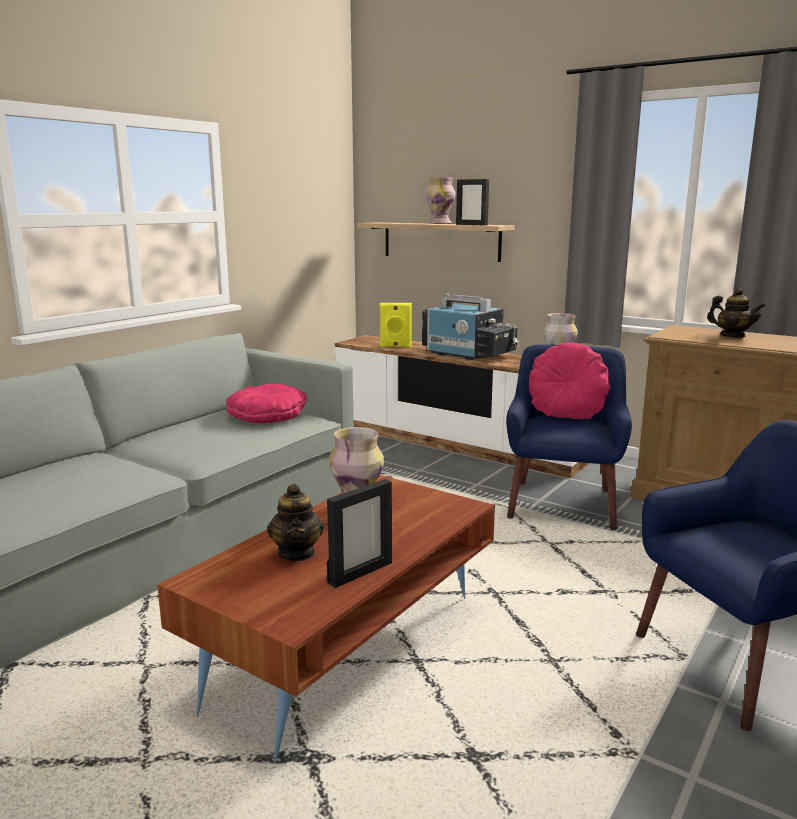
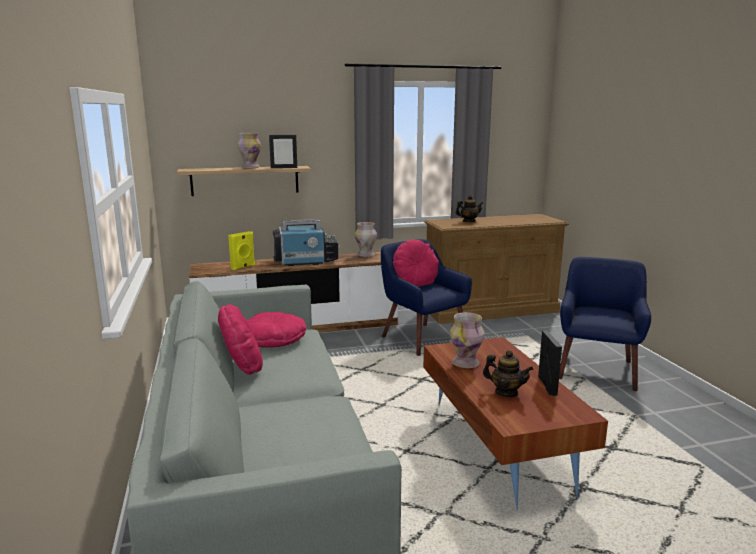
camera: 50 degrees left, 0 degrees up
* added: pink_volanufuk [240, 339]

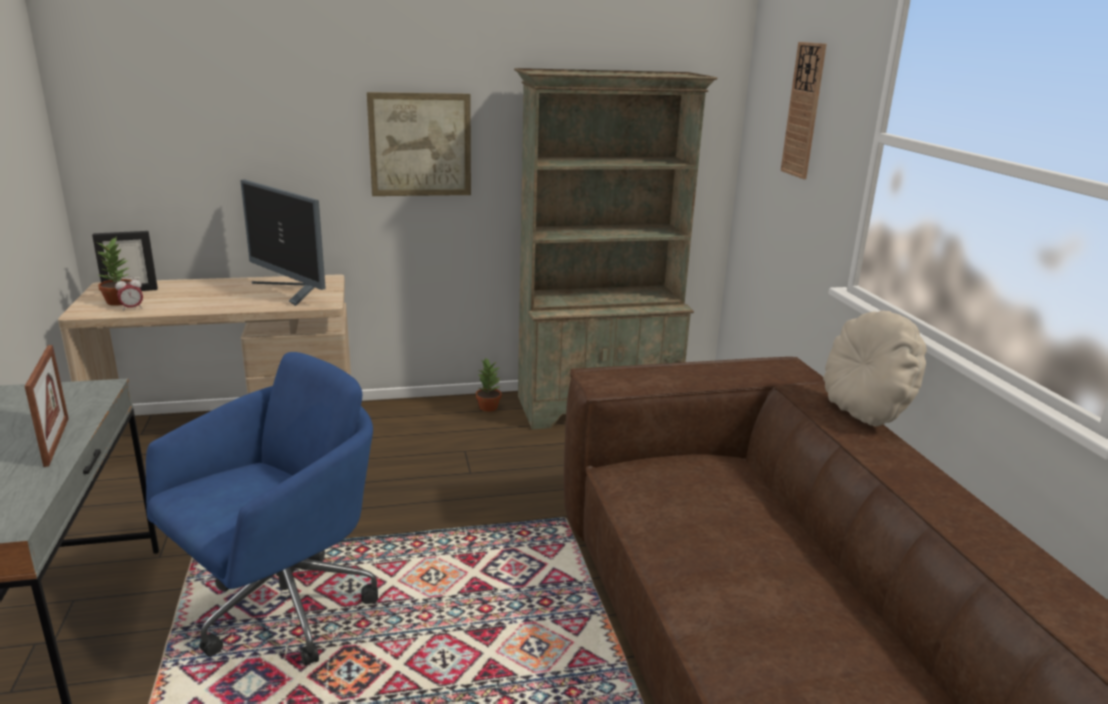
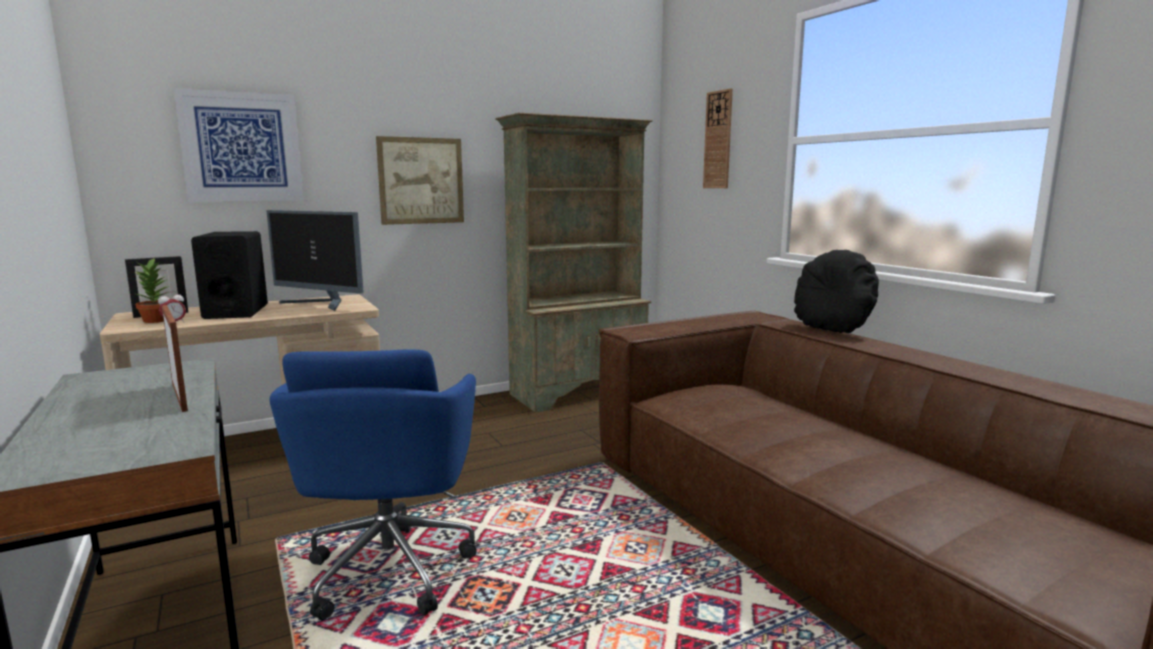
camera: 15 degrees left, 10 degrees down
* turned: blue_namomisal [262, 509] = [373, 485] 150 degrees clockwise
* removed: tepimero [489, 385]
* recoloured: beige_volanufuk [875, 369] to black_volanufuk [836, 291]
* added: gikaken [239, 145]
* added: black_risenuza [229, 275]

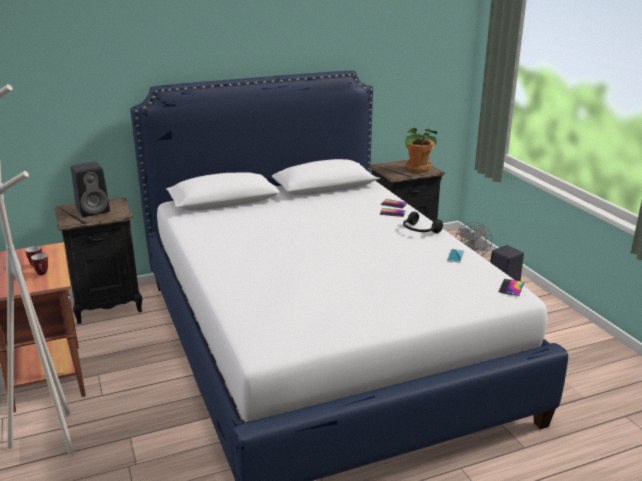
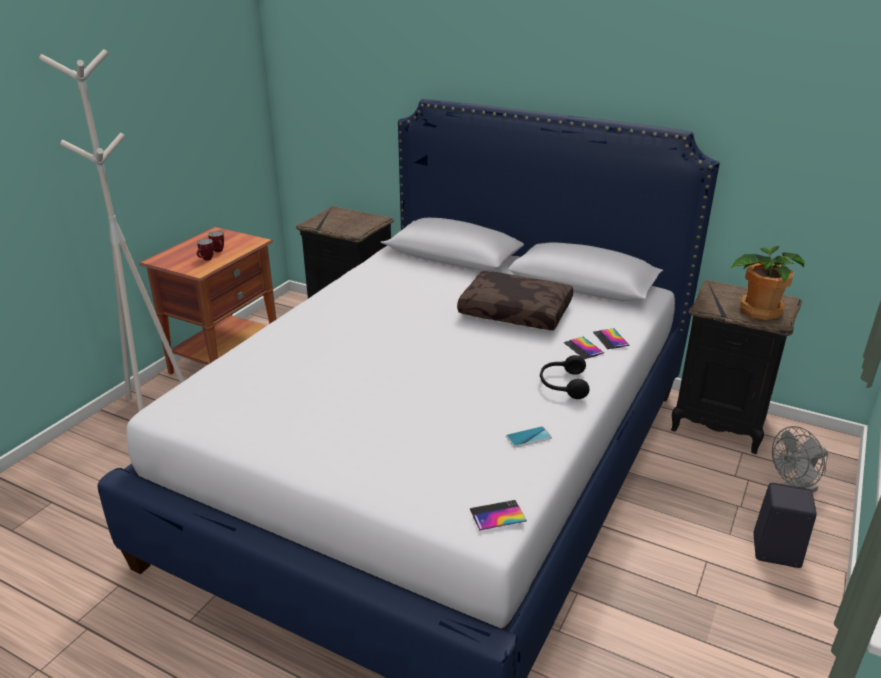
camera: 50 degrees right, 5 degrees up
* removed: black_risenuza [90, 189]
* added: brown_volanufuk [515, 300]

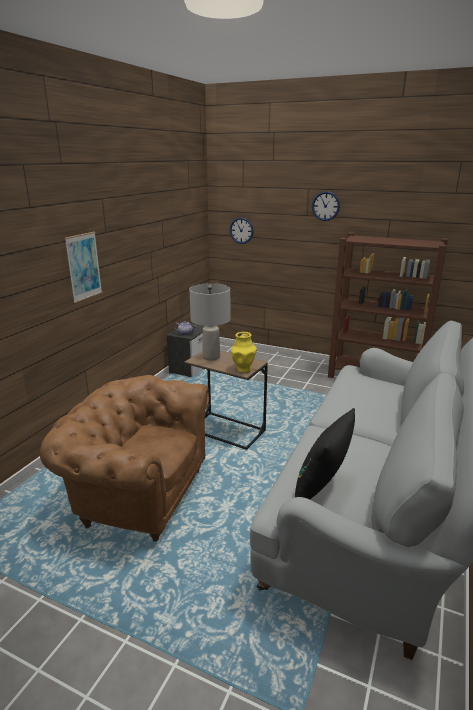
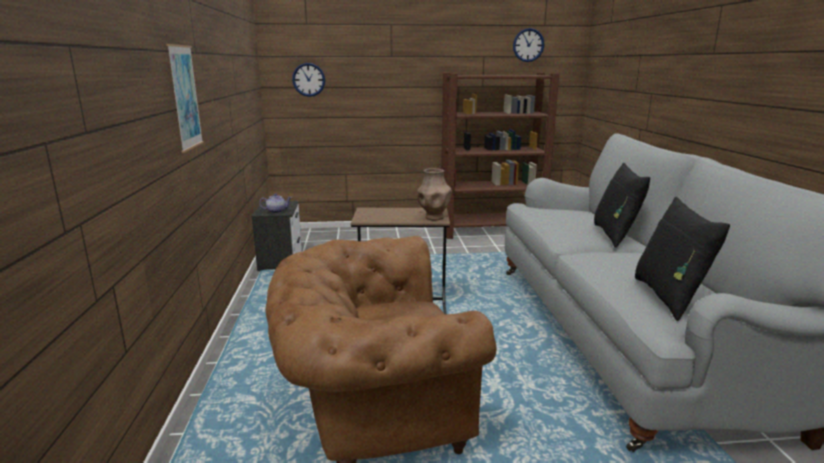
camera: 30 degrees left, 5 degrees down
* removed: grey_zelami [209, 322]
* recoloured: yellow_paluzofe [244, 352] to brown_paluzofe [434, 194]
* moved: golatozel [326, 206] to [528, 45]
* added: black_volanufuk [622, 205]

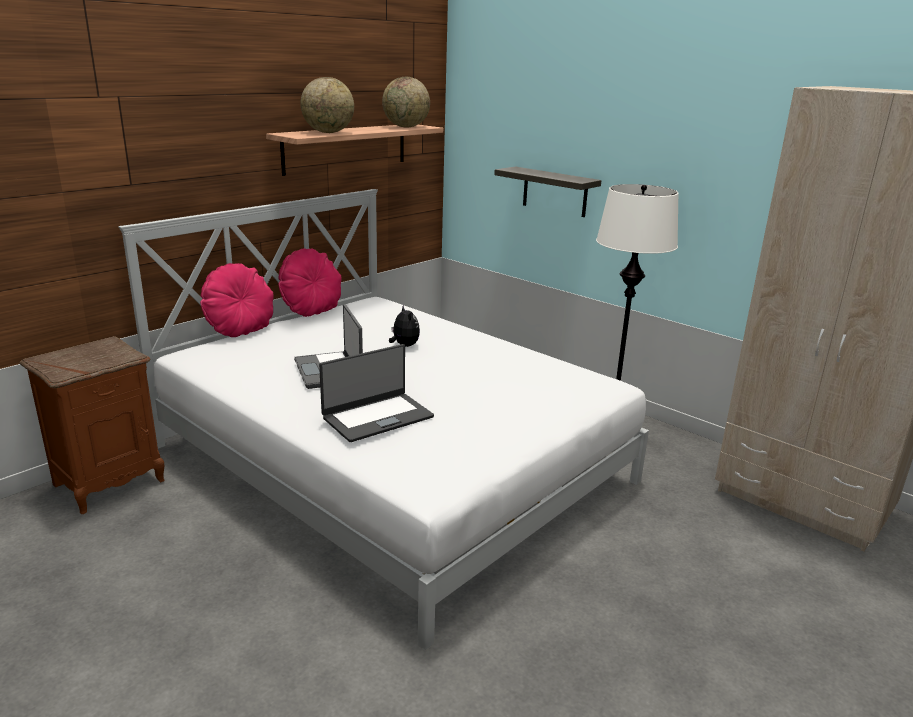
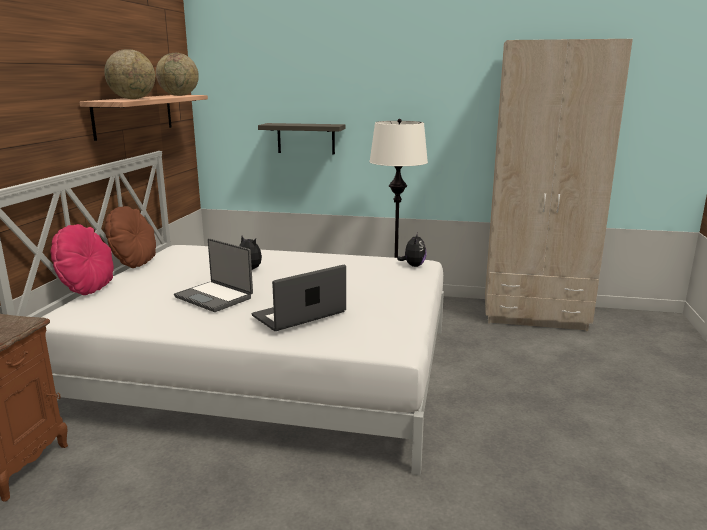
camera: 30 degrees left, 5 degrees down
* recoloured: pink_volanufuk [309, 282] to brown_volanufuk [130, 237]
* turned: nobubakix [376, 393] = [299, 298] 150 degrees counterclockwise
* added: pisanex [412, 250]

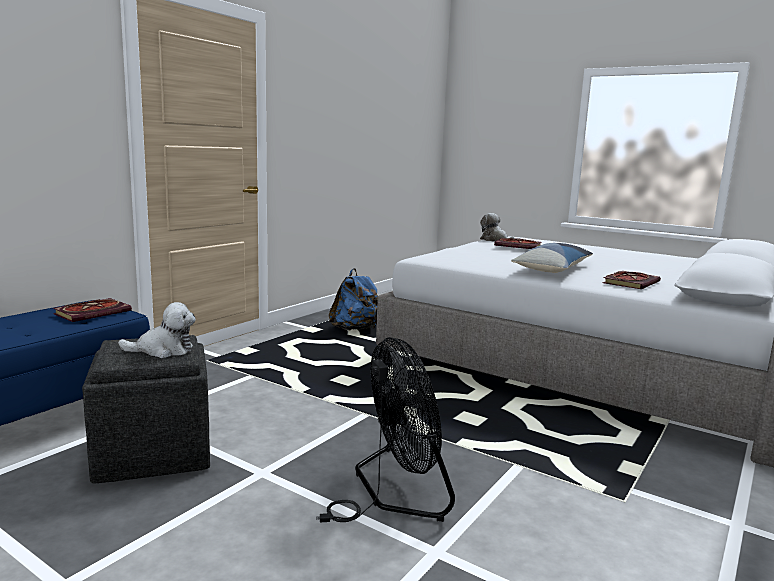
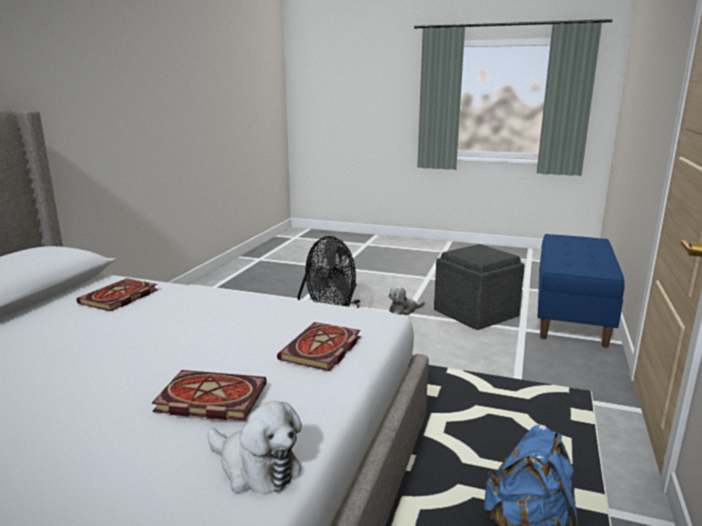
camera: 165 degrees right, 5 degrees up
* moved: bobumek [92, 310] to [319, 346]
* moved: pisanex [157, 330] to [406, 300]
* removed: volanufuk [552, 258]

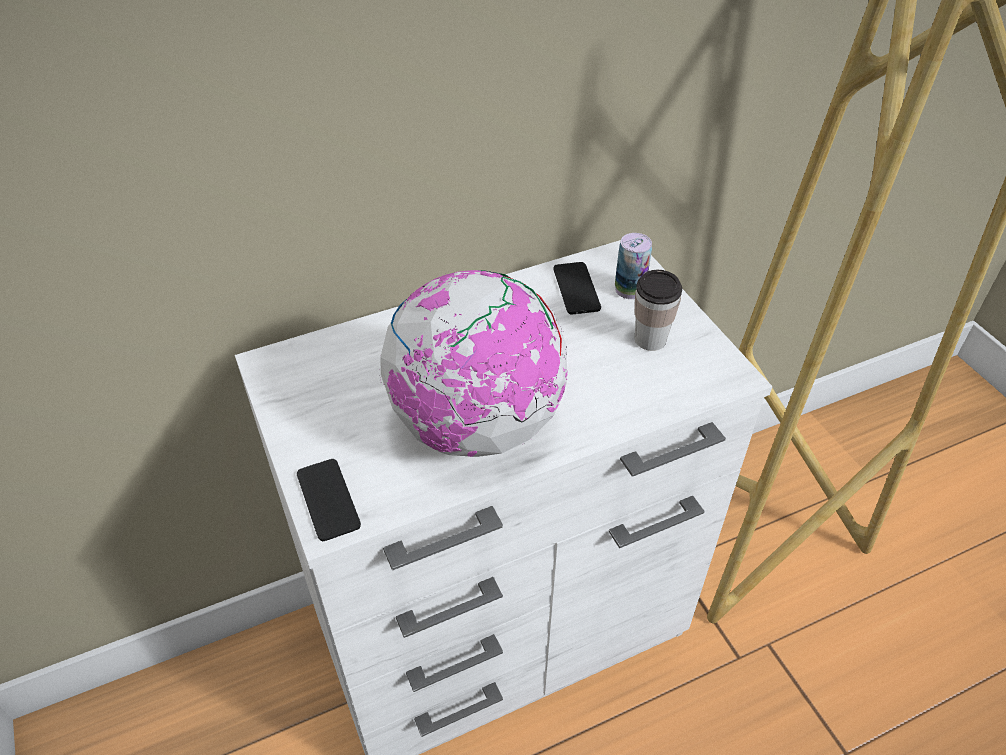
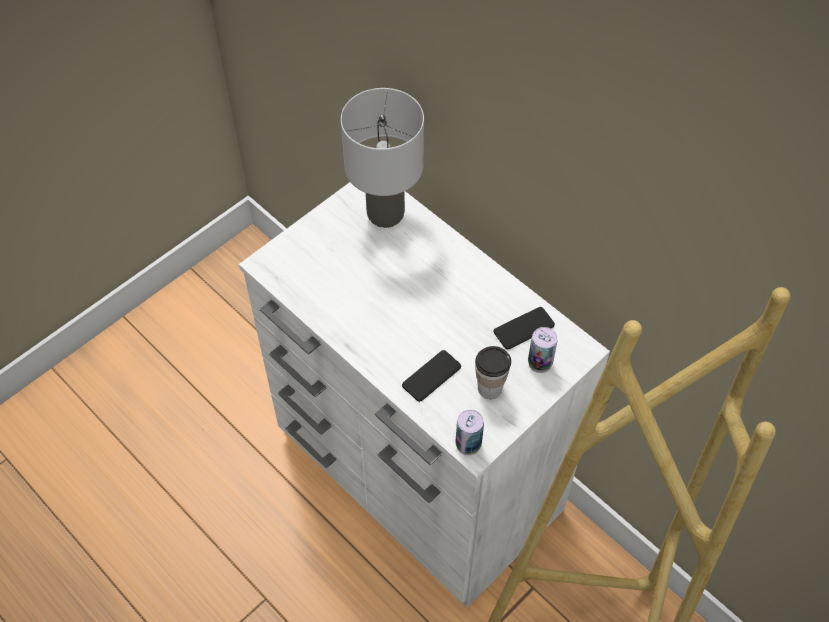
camera: 70 degrees right, 10 degrees up
* moved: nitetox [329, 500] to [431, 376]
* removed: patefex [473, 363]
* added: white_zelami [382, 158]
* added: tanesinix [469, 432]

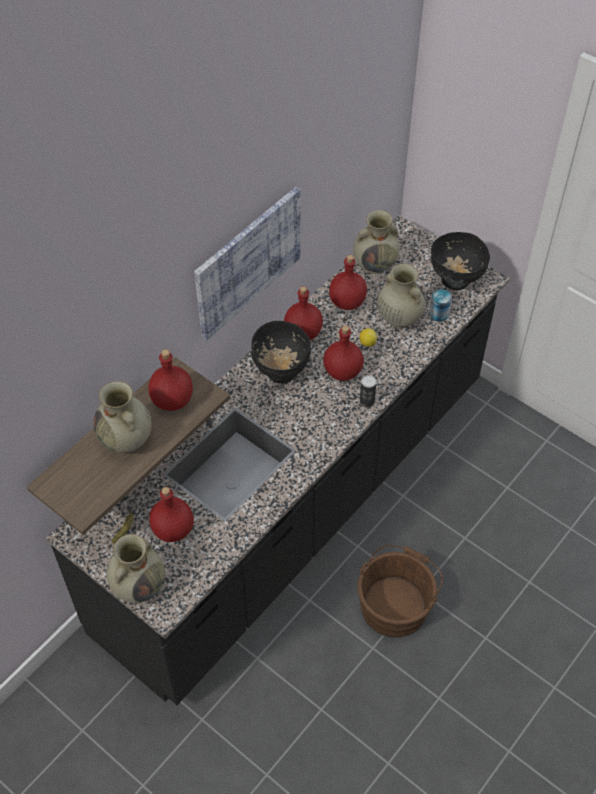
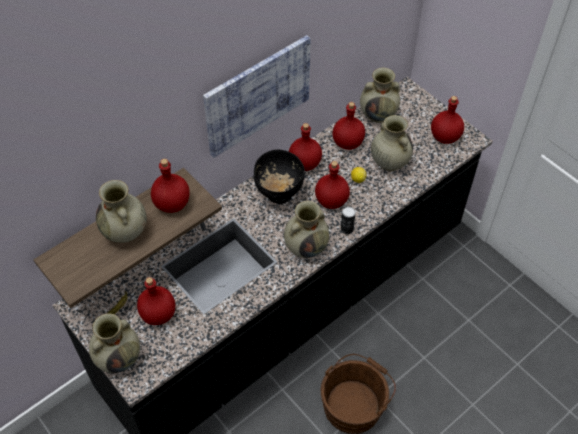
camera: 10 degrees right, 0 degrees up
* removed: tanesinix [440, 305]
* replaced: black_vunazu [460, 261] to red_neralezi [447, 120]
* added: beige_paluzofe [306, 229]

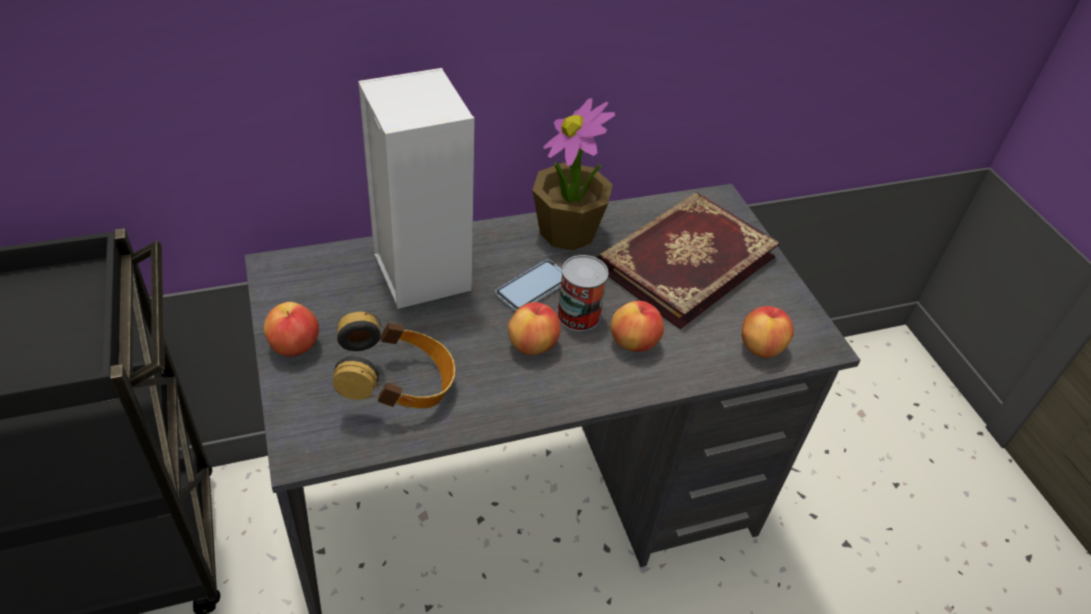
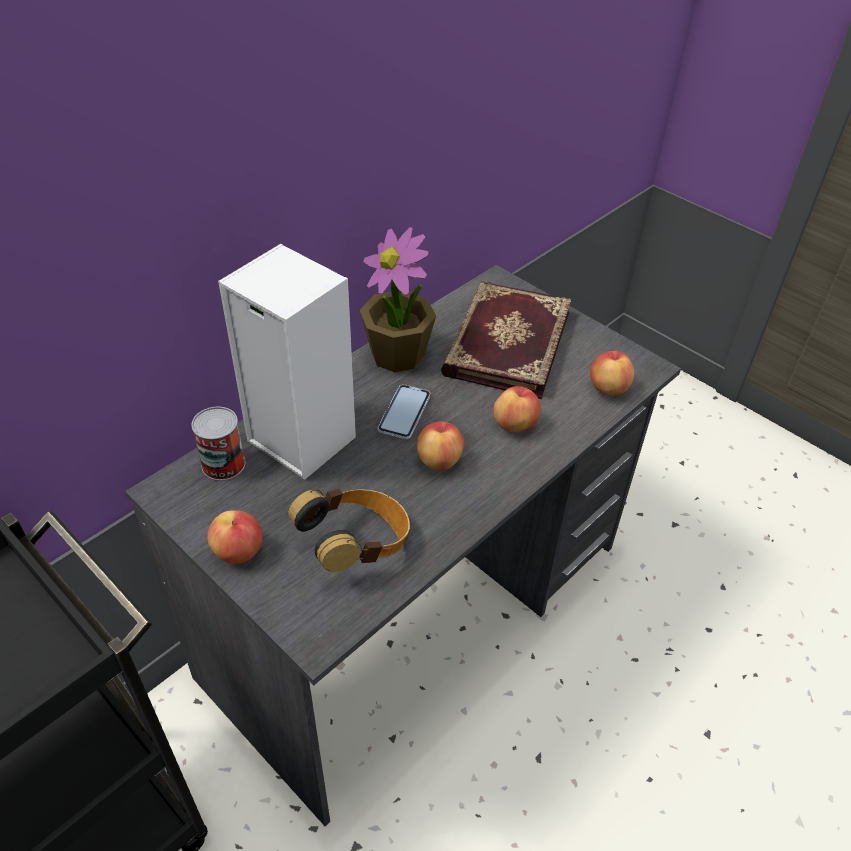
camera: 25 degrees left, 0 degrees up
* moved: tanesinix [582, 293] to [218, 444]

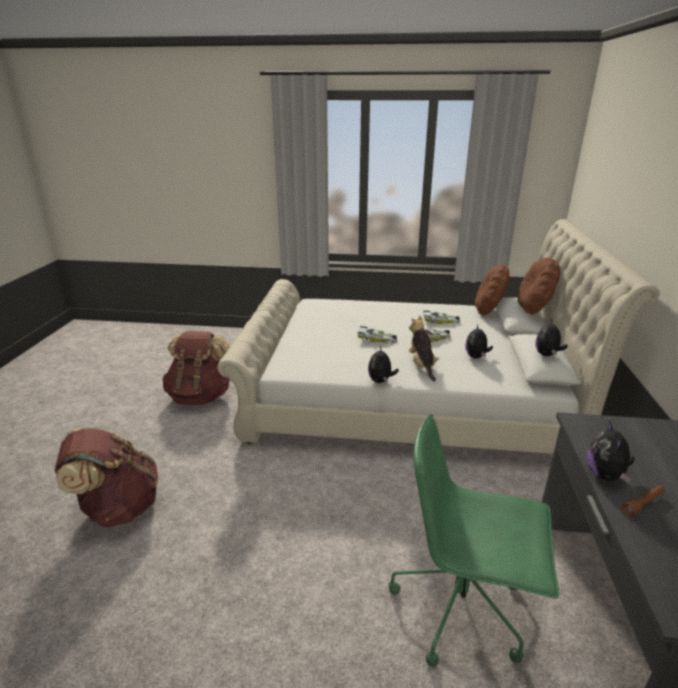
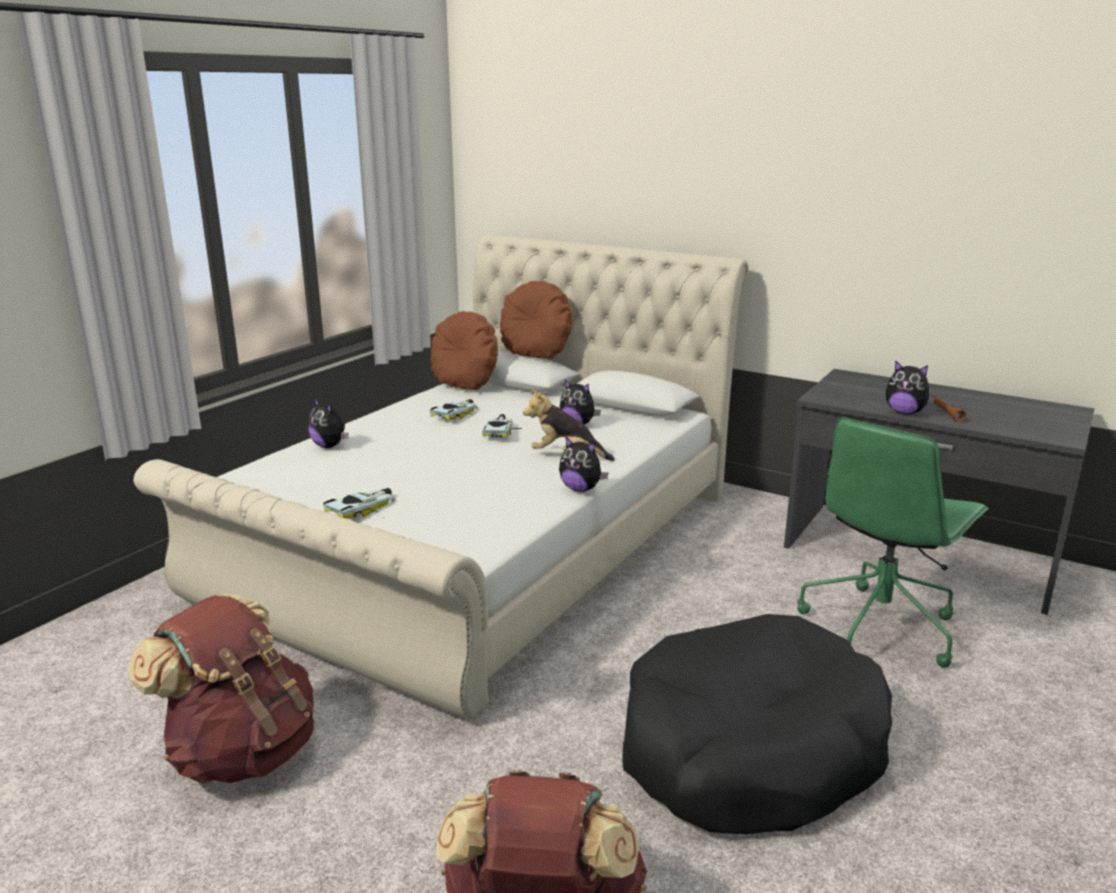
camera: 65 degrees left, 5 degrees down
* moved: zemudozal [377, 334] to [359, 503]
* moved: pisanex [551, 337] to [328, 422]
* added: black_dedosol [757, 724]

